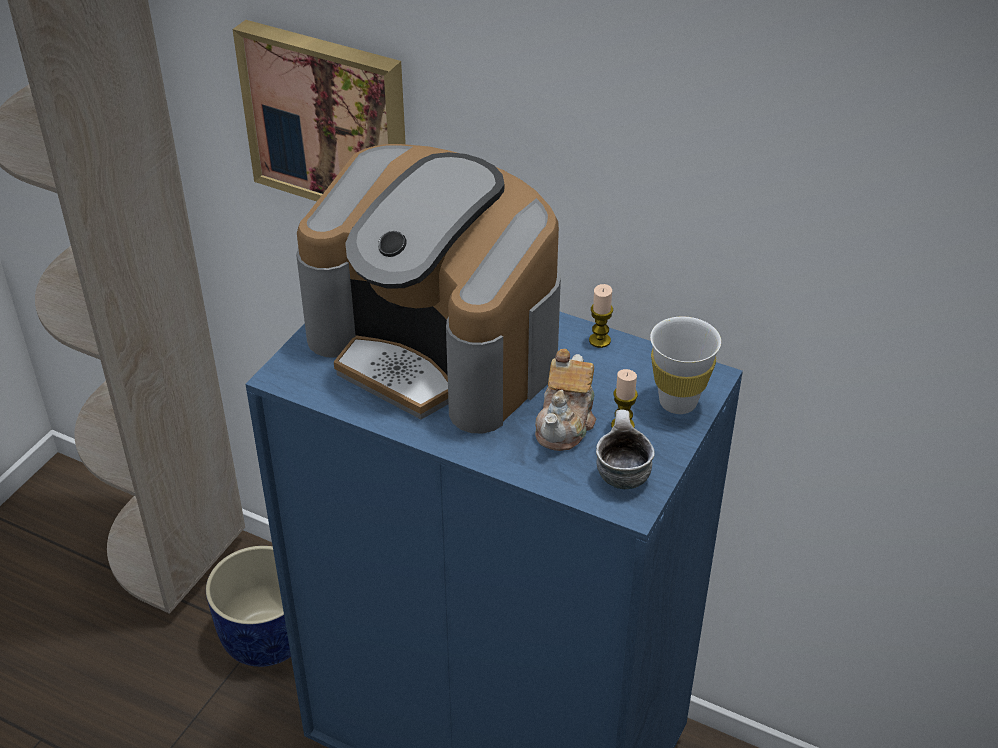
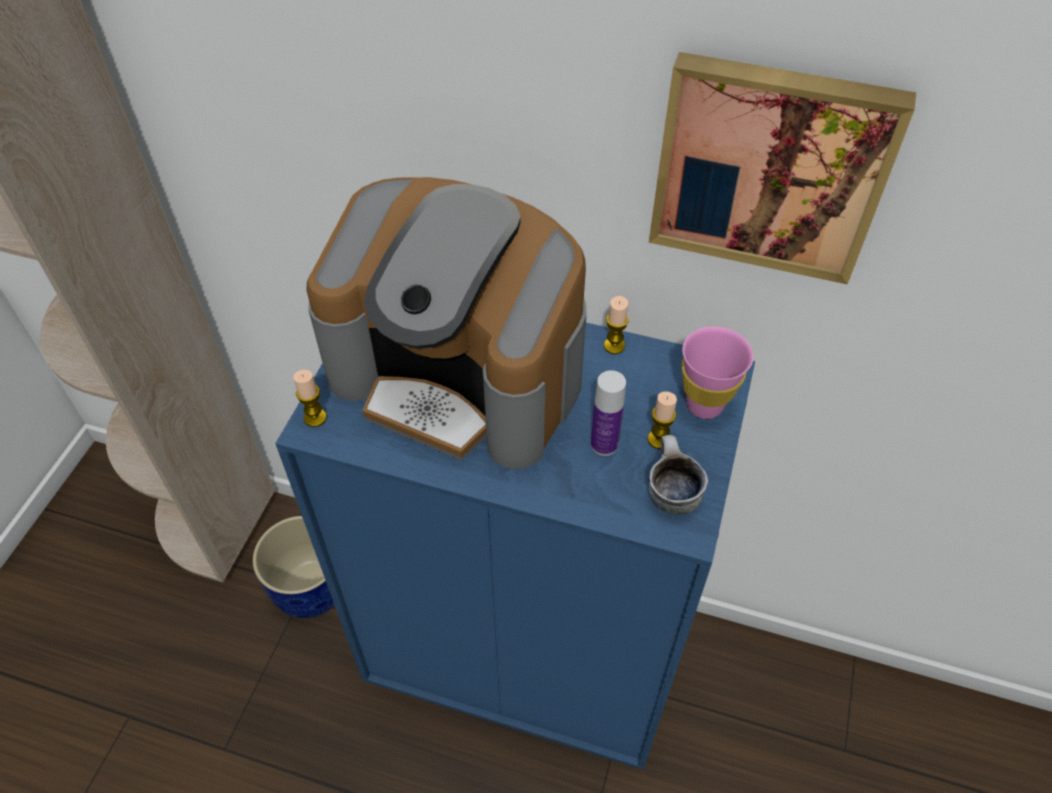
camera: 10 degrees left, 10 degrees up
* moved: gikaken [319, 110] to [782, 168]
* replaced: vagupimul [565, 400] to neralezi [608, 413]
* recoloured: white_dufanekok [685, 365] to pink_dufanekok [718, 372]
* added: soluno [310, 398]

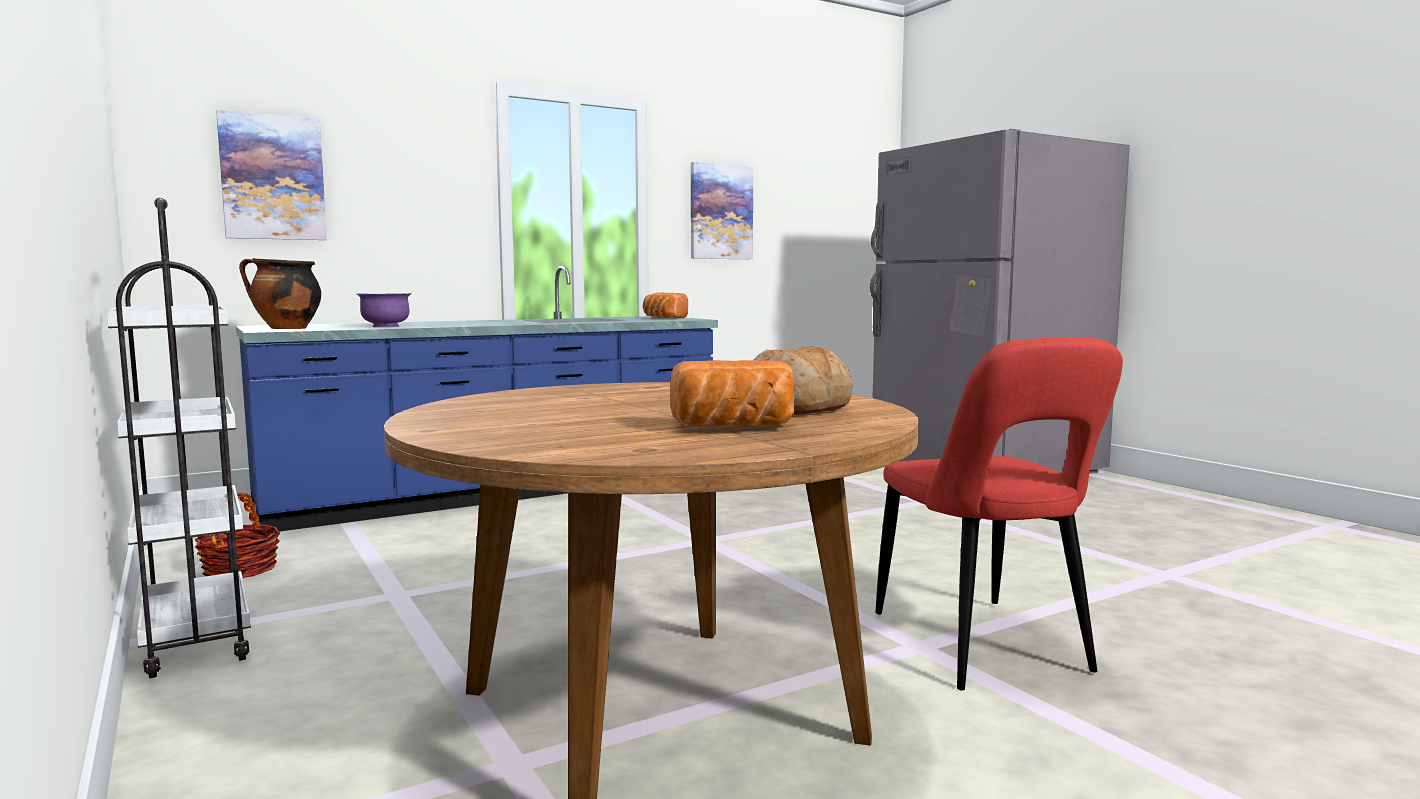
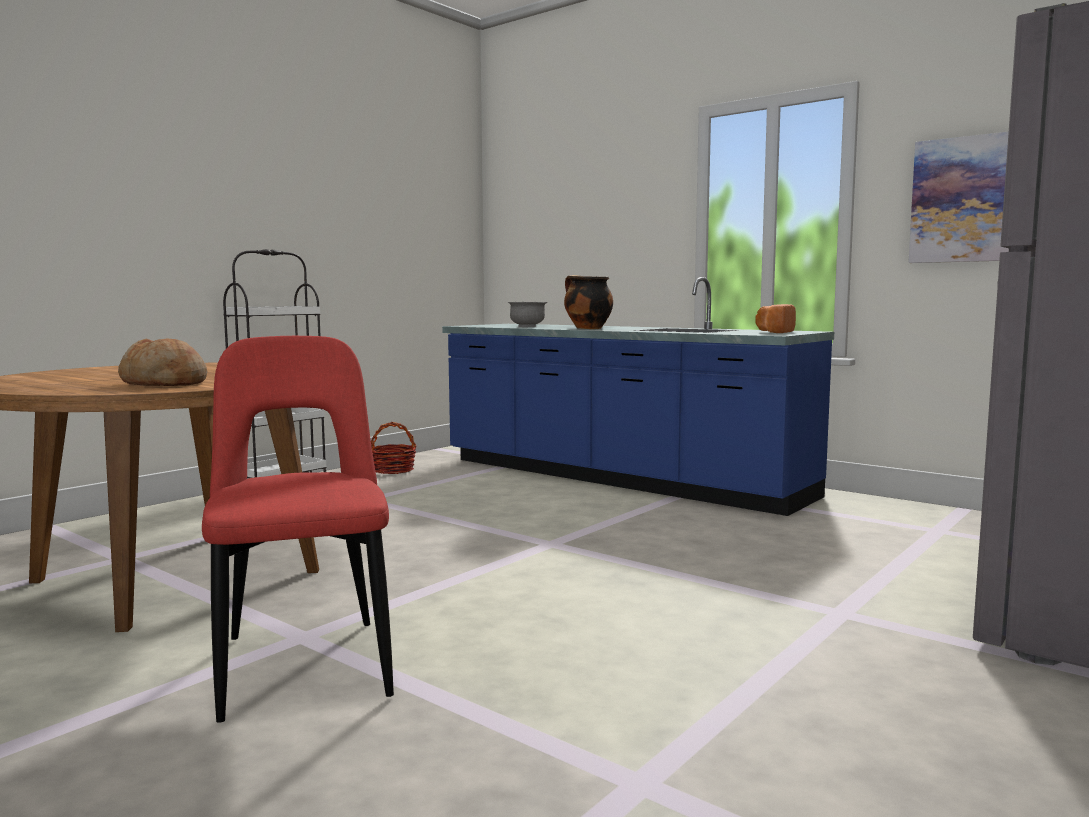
camera: 70 degrees right, 0 degrees up
* removed: gikaken [271, 175]
* moved: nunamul [280, 293] to [588, 302]
* recoloured: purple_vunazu [384, 310] to grey_vunazu [527, 314]
* removed: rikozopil [732, 393]
* turned: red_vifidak [999, 513] = [298, 529] 105 degrees clockwise

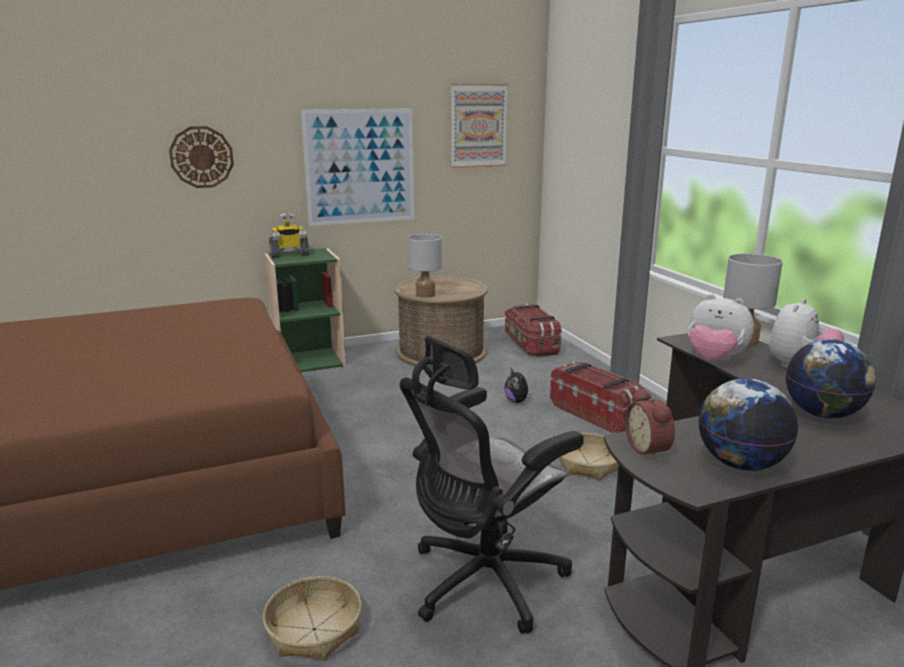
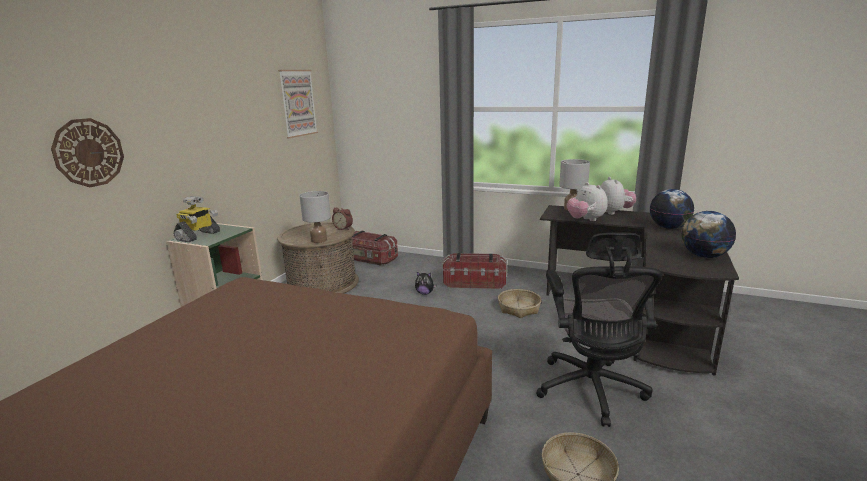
camera: 45 degrees left, 0 degrees up
* removed: gikaken [357, 167]
* moved: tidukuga [650, 424] to [342, 219]
* turned: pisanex [721, 327] = [587, 201] 75 degrees clockwise

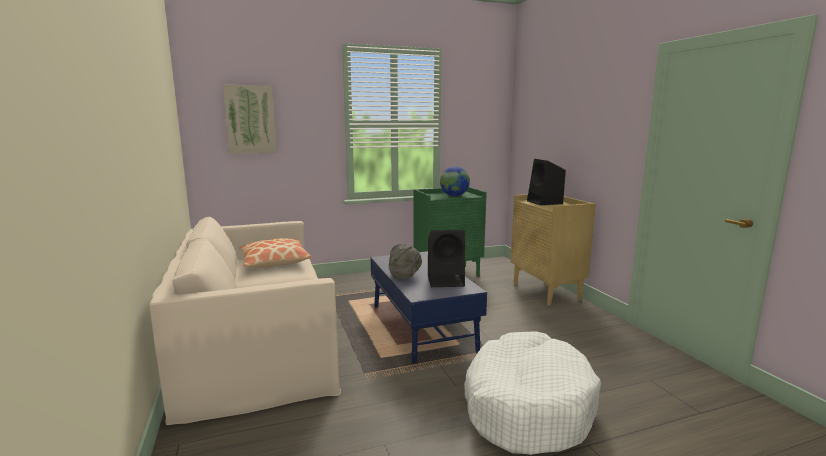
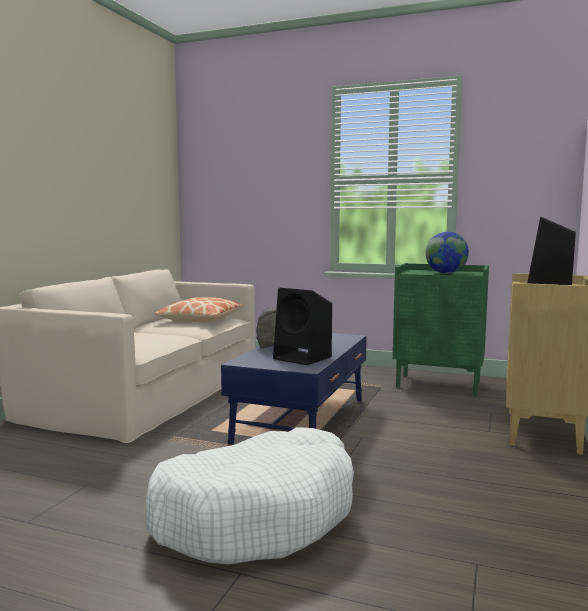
camera: 40 degrees right, 5 degrees down
* removed: gikaken [250, 119]

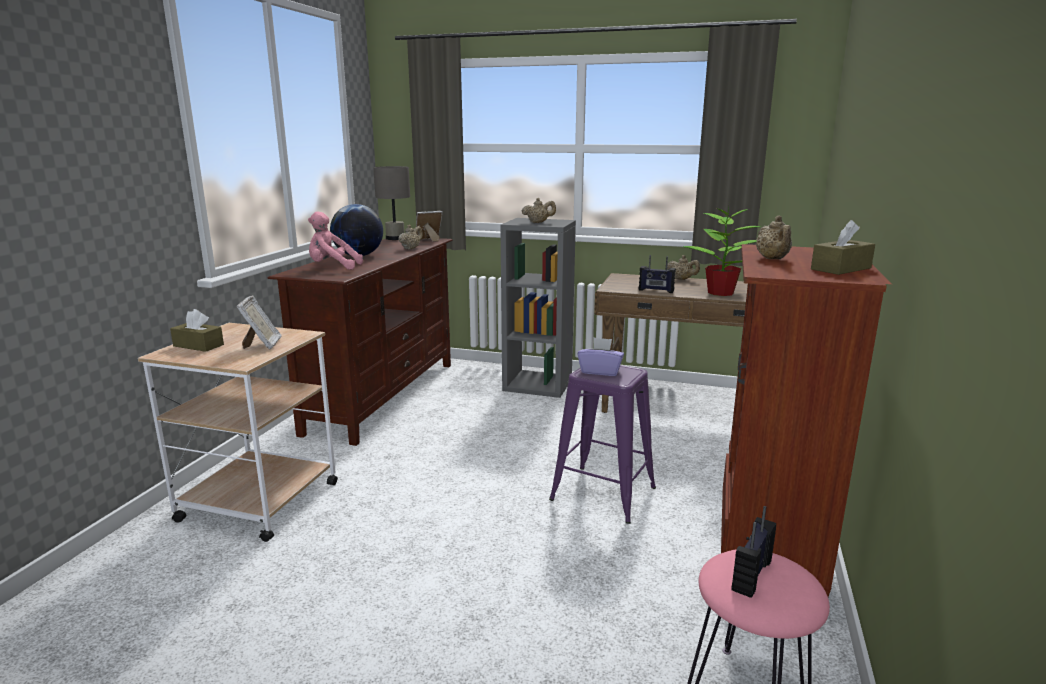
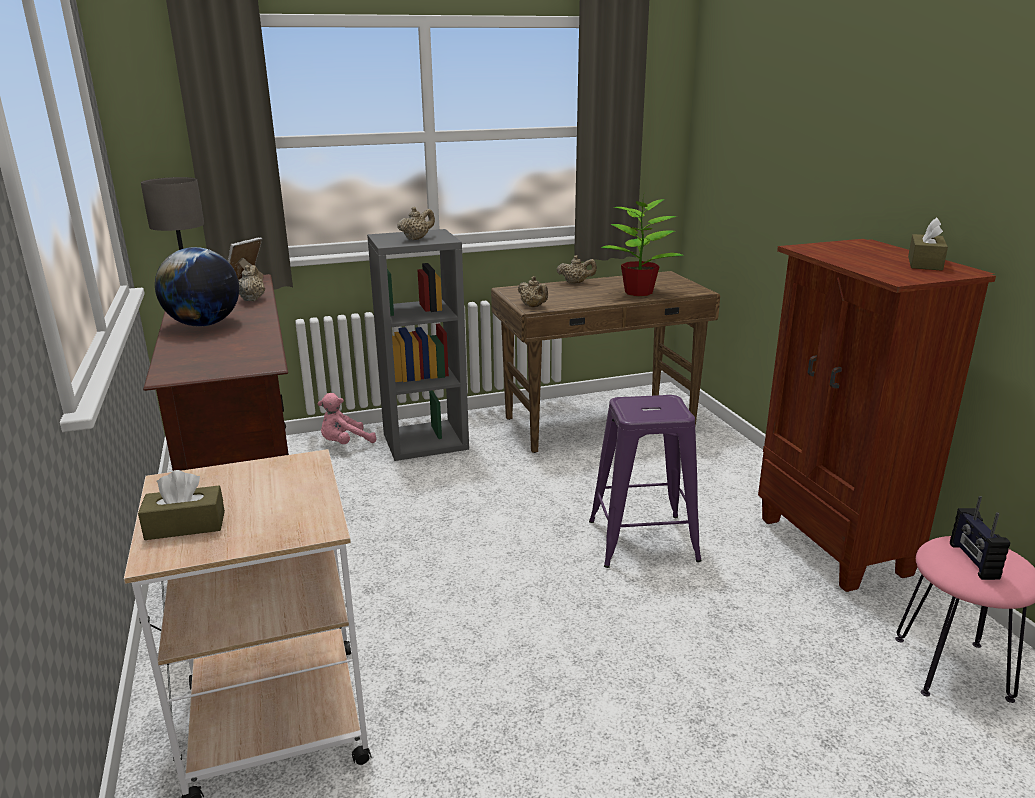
camera: 35 degrees left, 5 degrees up
* removed: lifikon [259, 322]
* moved: pink_pisanex [335, 240] to [347, 418]
* removed: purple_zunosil [601, 357]
* removed: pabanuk [657, 274]
* moved: beige_vagupimul [774, 237] to [533, 291]

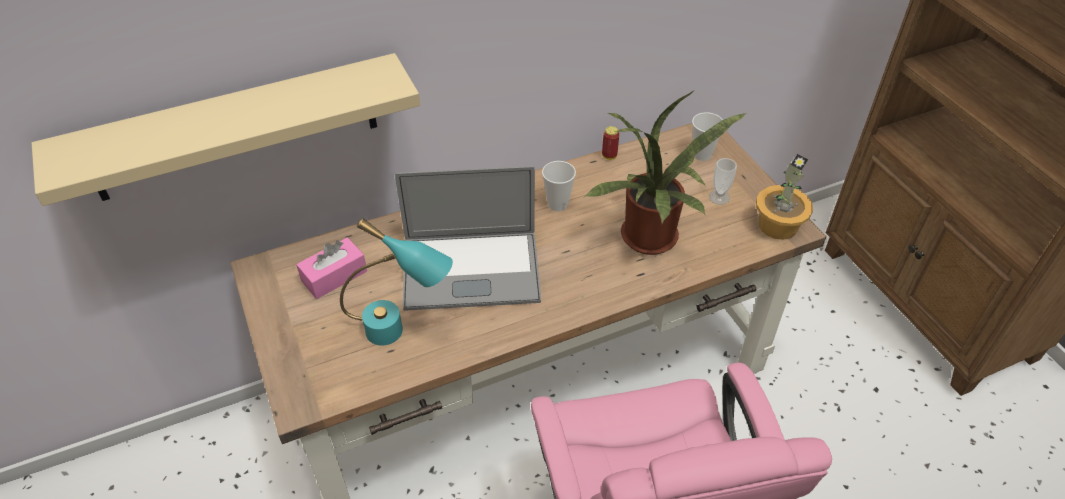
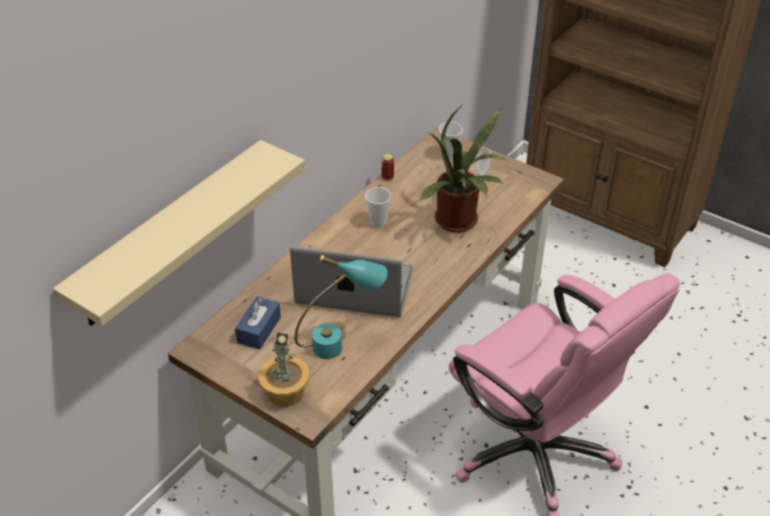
camera: 30 degrees left, 5 degrees down
* recoloured: pink_zunosil [331, 268] to blue_zunosil [258, 323]
* turned: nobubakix [468, 238] = [351, 281] 135 degrees counterclockwise
* moved: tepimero [784, 197] to [284, 370]

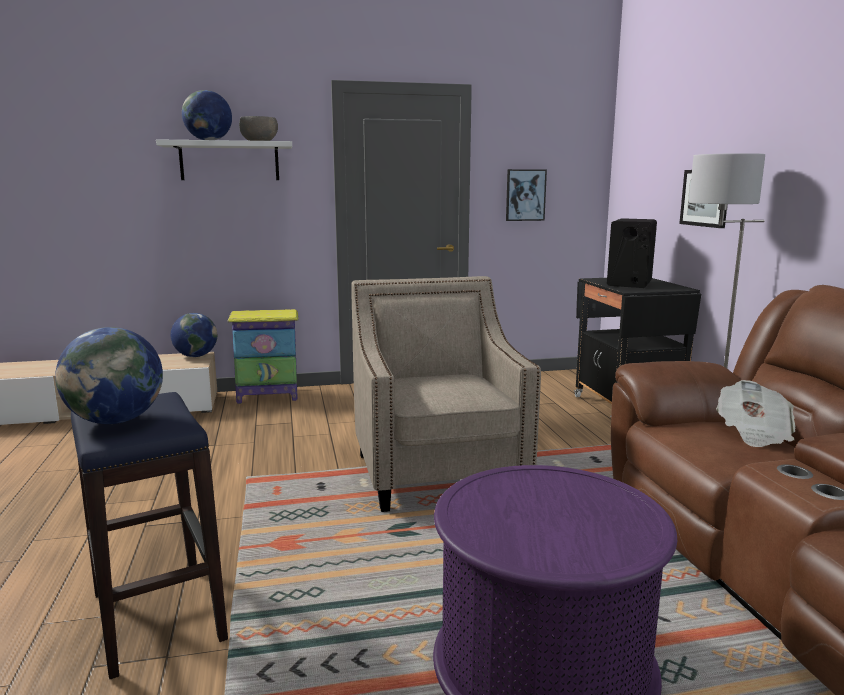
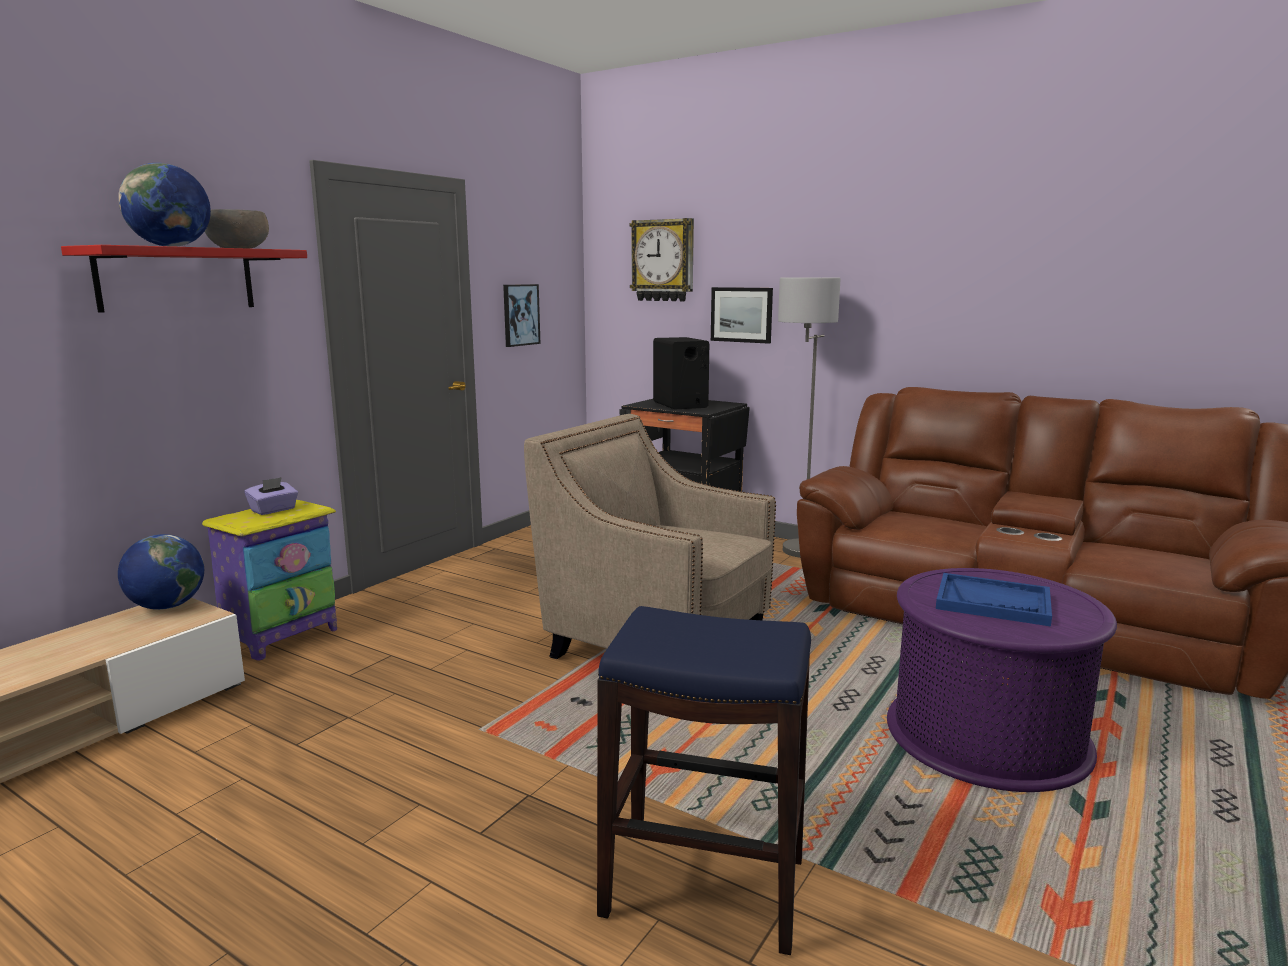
camera: 45 degrees left, 0 degrees up
* removed: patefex [109, 375]
* recoloured: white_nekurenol [224, 159] to red_nekurenol [184, 279]
* removed: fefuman [755, 413]
* added: purple_zunosil [271, 496]
* added: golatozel [662, 259]
* added: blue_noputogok [994, 599]

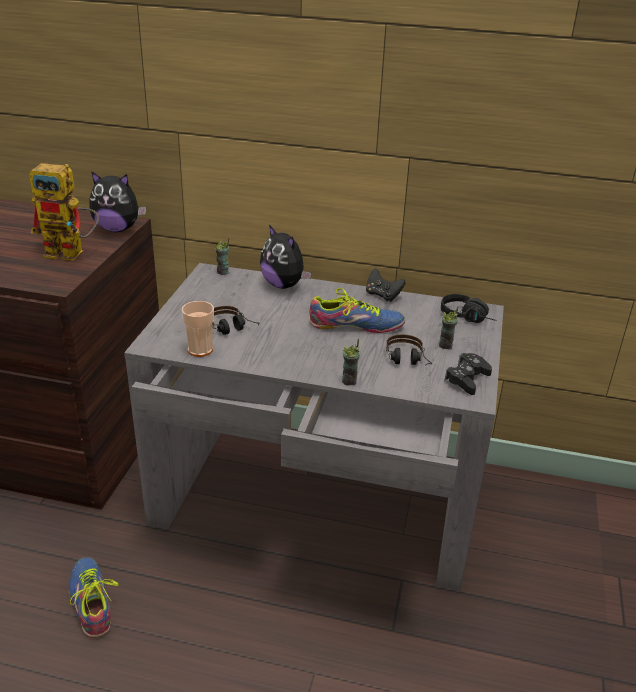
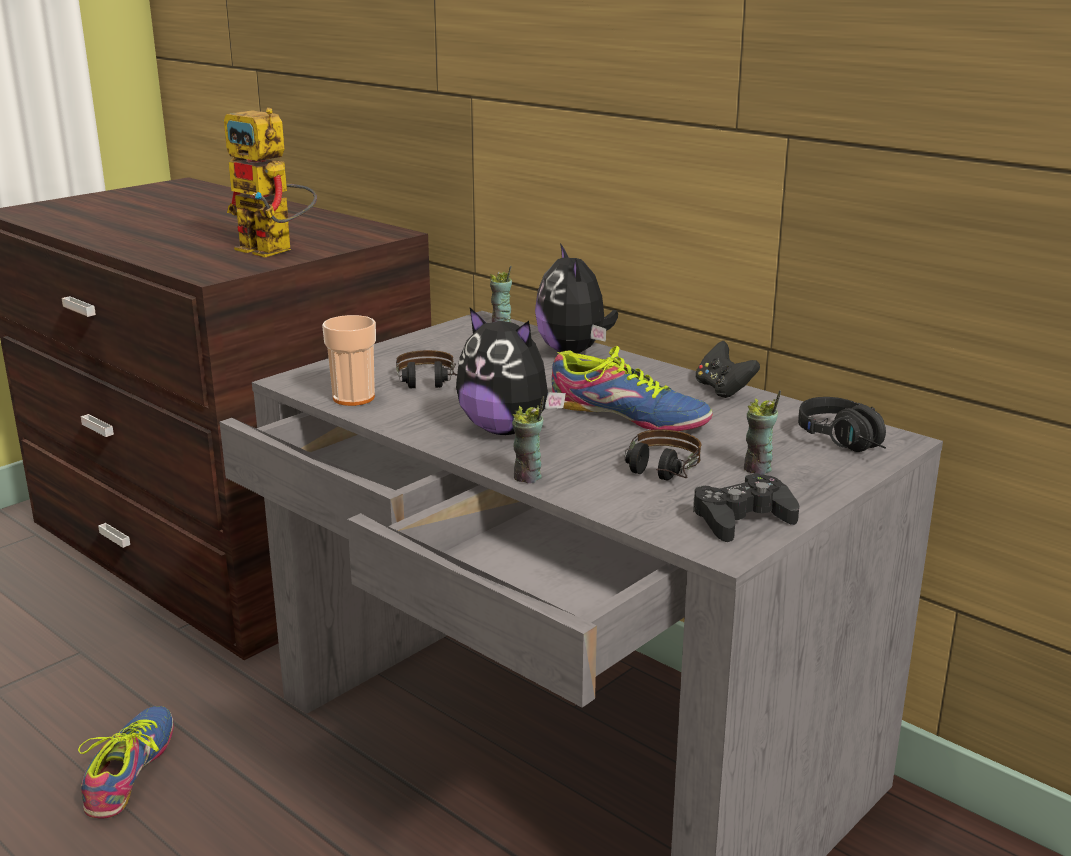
camera: 30 degrees right, 10 degrees down
* moved: pisanex [117, 201] to [511, 371]

